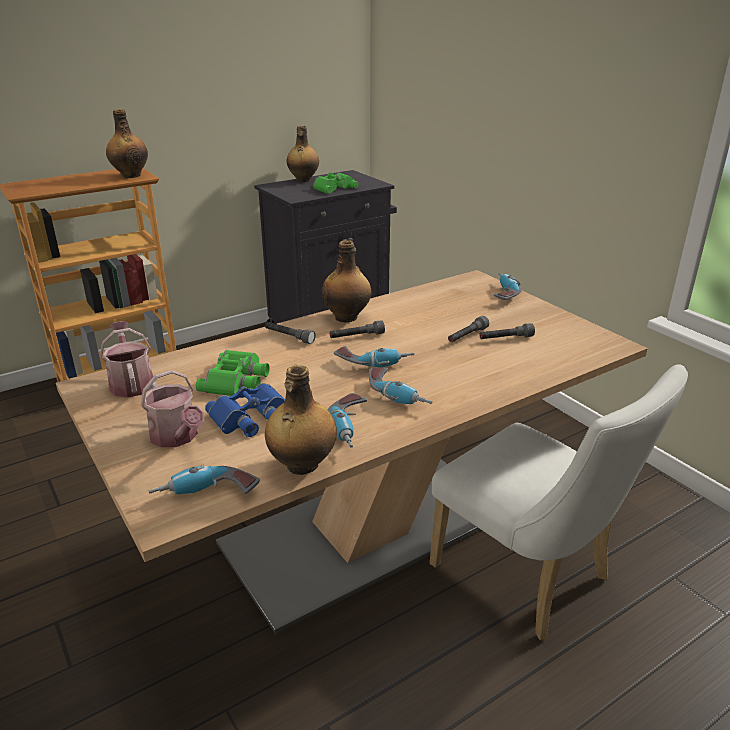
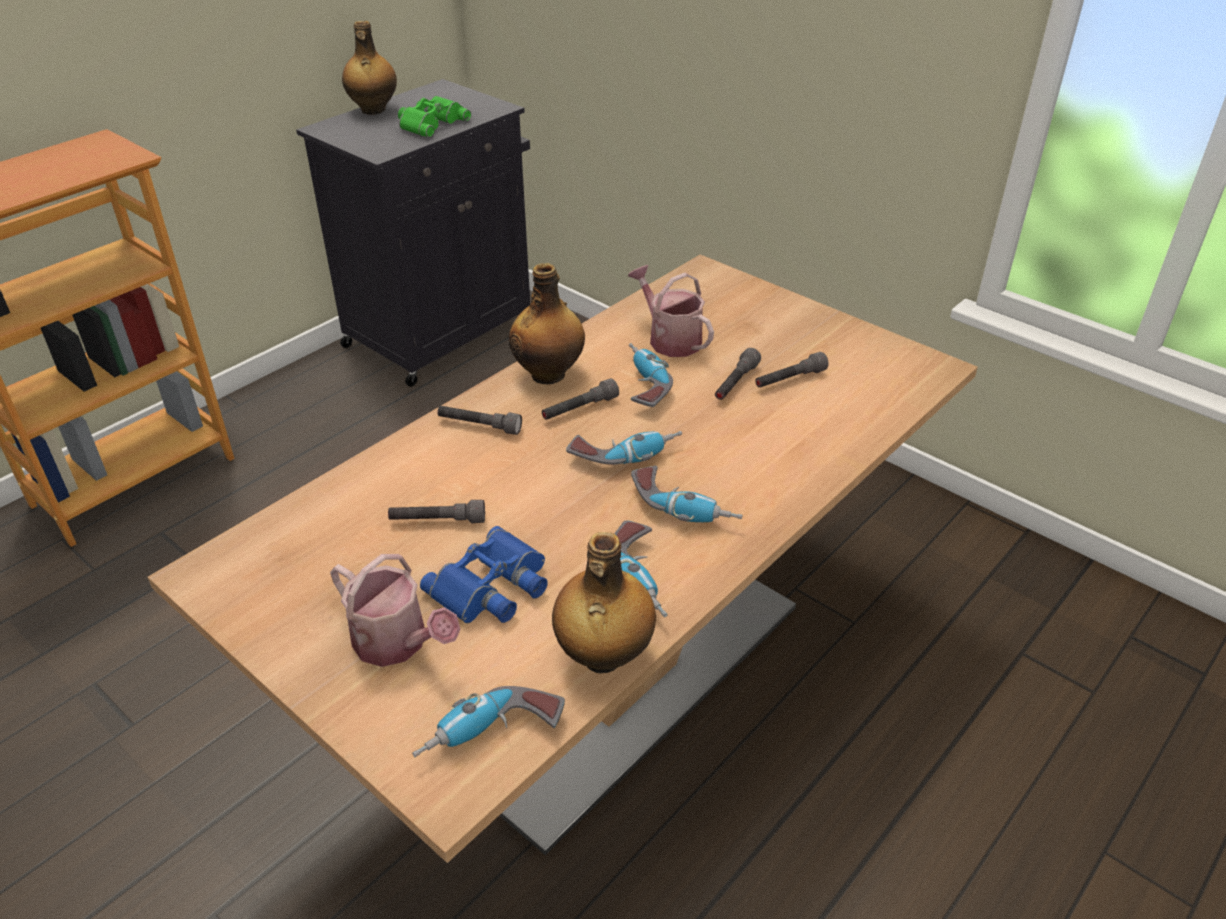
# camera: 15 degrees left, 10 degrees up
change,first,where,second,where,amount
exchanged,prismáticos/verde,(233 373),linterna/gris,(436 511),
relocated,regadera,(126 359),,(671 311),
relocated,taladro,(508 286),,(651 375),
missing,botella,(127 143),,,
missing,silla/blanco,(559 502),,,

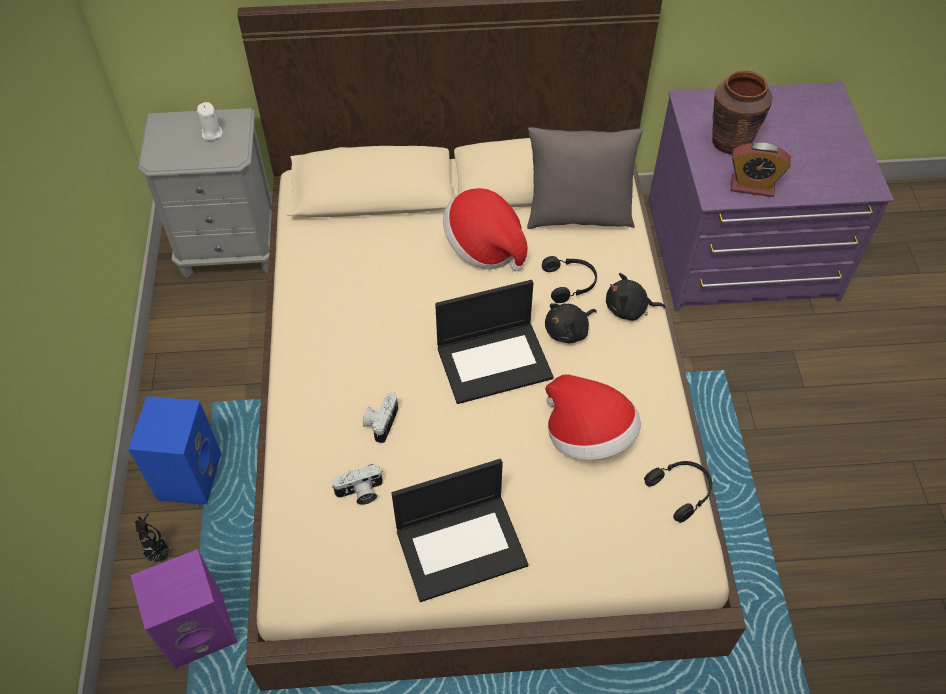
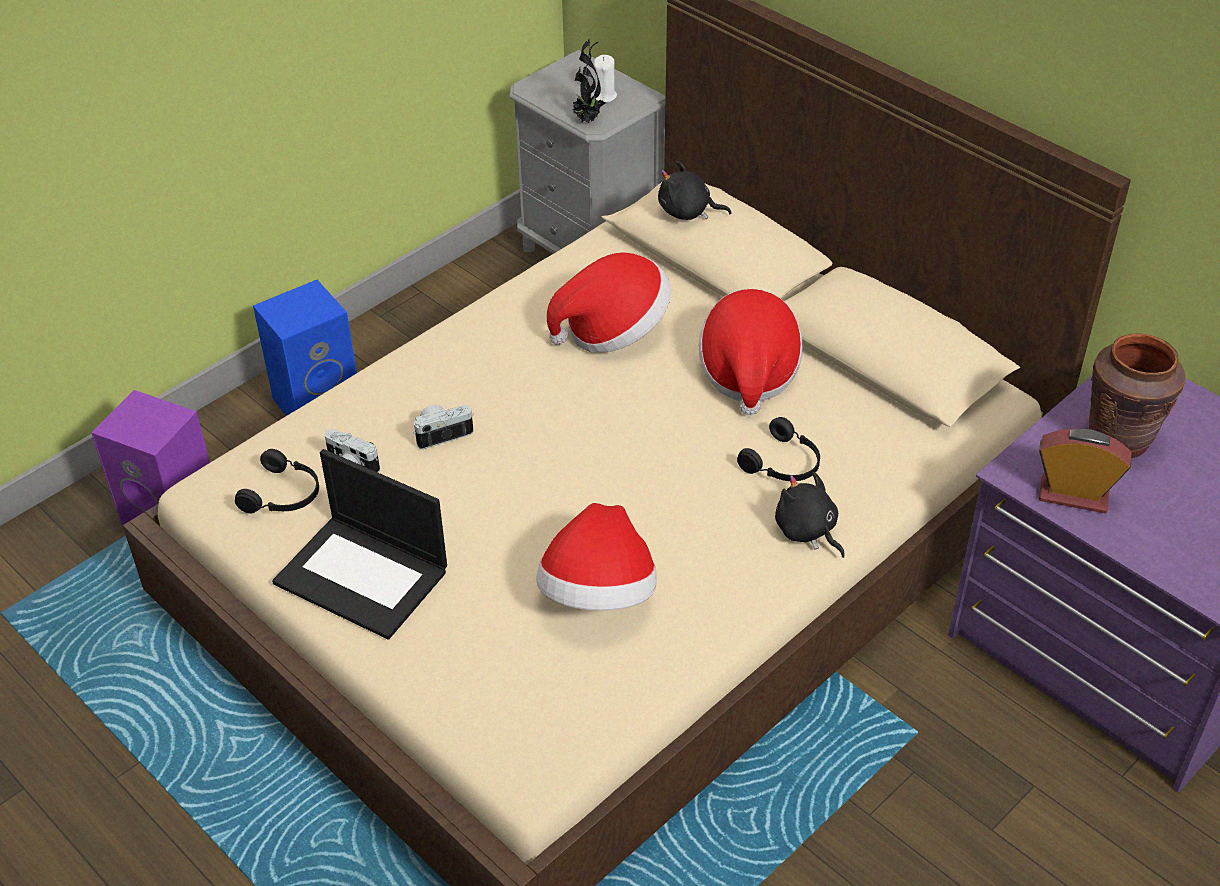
# camera: 50 degrees right, 10 degrees down
change,first,where,second,where,amount
relocated,auriculares/negro,(678 492),,(277 481),
appeared,,,sombrero,(609 302),
relocated,planta en maceta,(153 537),,(589 81),
relocated,peluche/negro,(571 323),,(694 190),
spun,despertador,(761 170),,(1085 471),135 degrees clockwise
missing,portátil,(494 342),,,
missing,cojín/gris,(585 178),,,

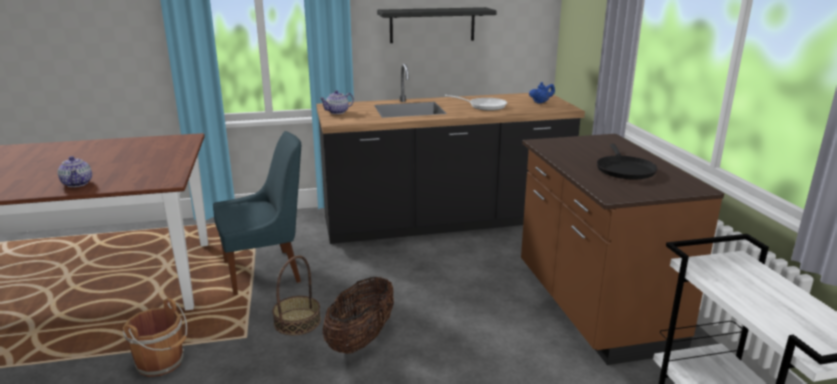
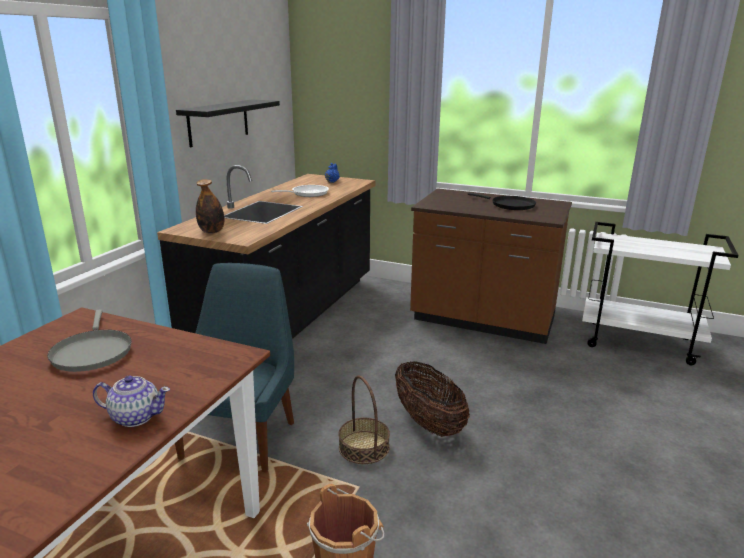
# camera: 55 degrees left, 0 degrees up
change,first,where,second,where,amount
appeared,,,sartén/gris,(89 340),
exchanged,tetera,(336 102),botella,(210 206),

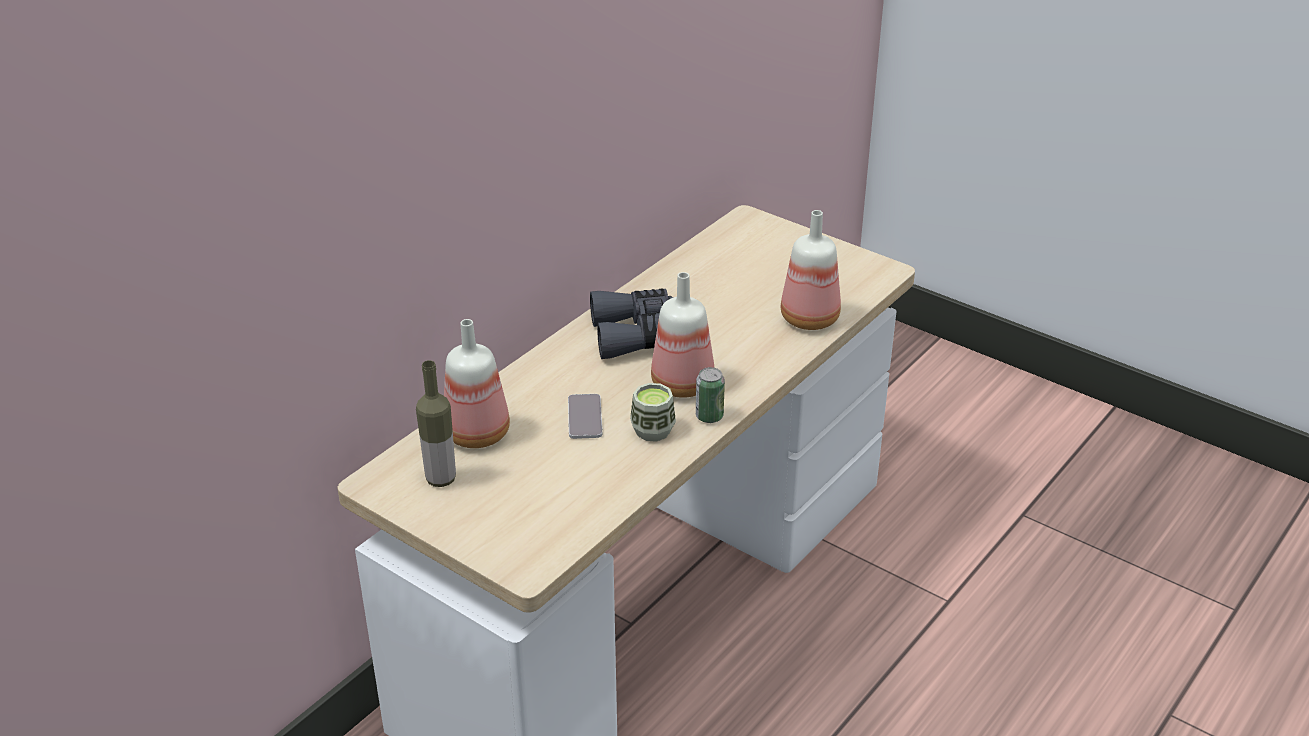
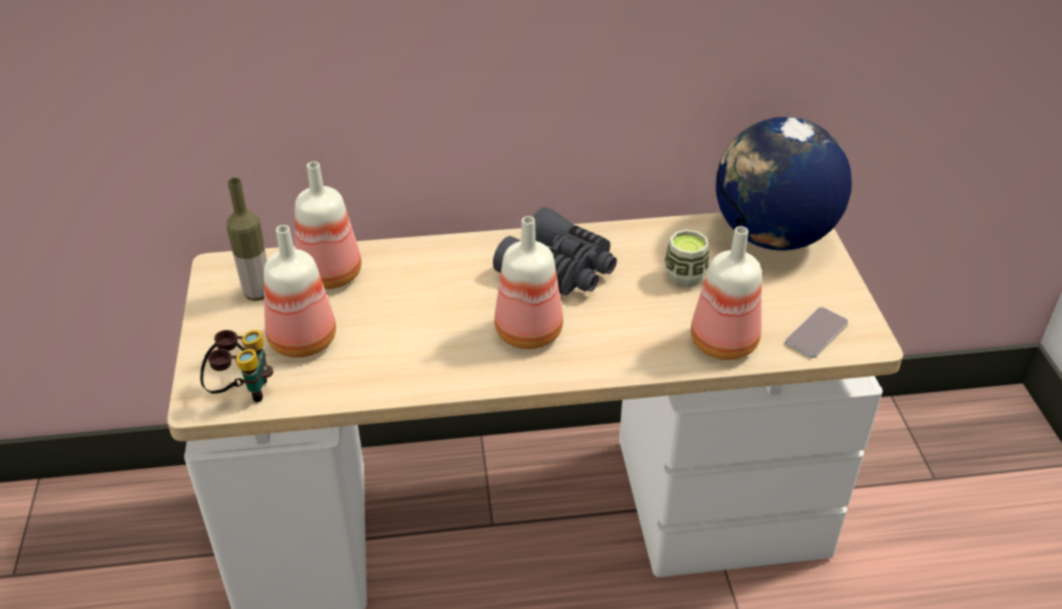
# camera: 45 degrees right, 5 degrees up
change,first,where,second,where,amount
appeared,,,prismáticos,(236 366),
appeared,,,botella,(300 291),
relocated,taza,(653 412),,(686 258),
appeared,,,globo terráqueo,(784 184),
relocated,móvil,(585 416),,(817 332),
missing,lata,(710 395),,,

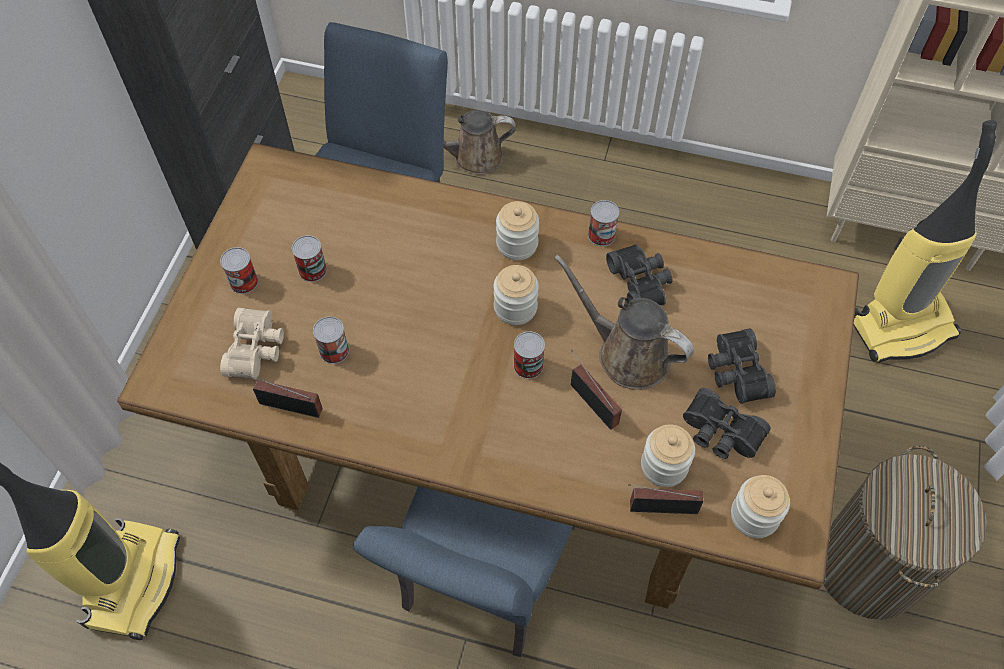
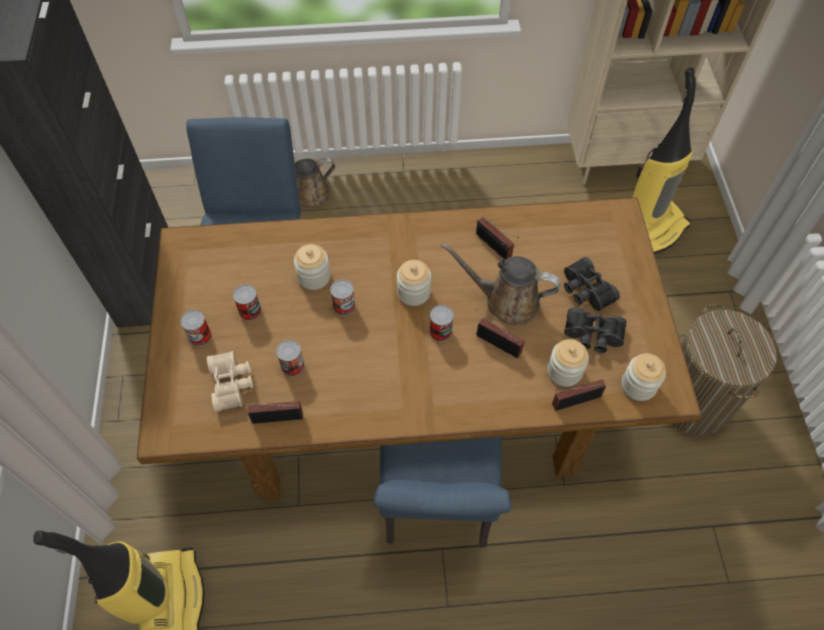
# camera: 20 degrees left, 0 degrees up
change,first,where,second,where,amount
relocated,tarro,(517 230),,(312 267),
relocated,lata,(603 223),,(343 297),
exchanged,prismáticos/negro,(639 274),radio,(497 238),

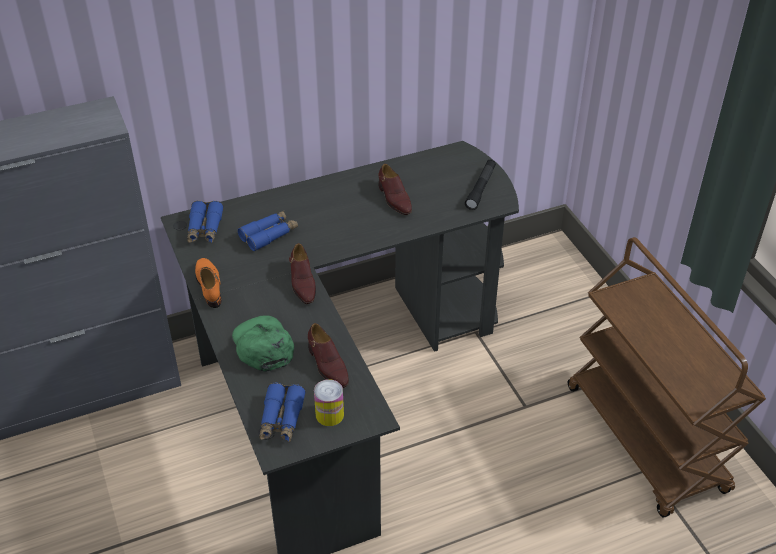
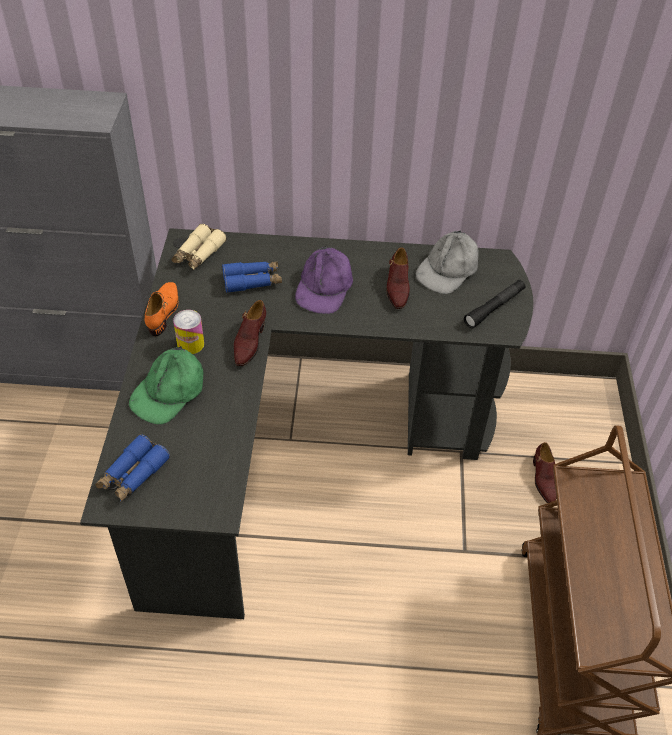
# camera: 25 degrees right, 5 degrees up
change,first,where,second,where,amount
spun,gorra/verde,(263 344),,(166 385),150 degrees counterclockwise
colour,prismáticos/azul,(205 222),prismáticos/beis,(199 247),
relocated,lata,(329 402),,(188 332),
appeared,,,gorra/morado,(324 280),
appeared,,,gorra/gris,(447 262),
relocated,zapato/marrón,(328 355),,(544 472),

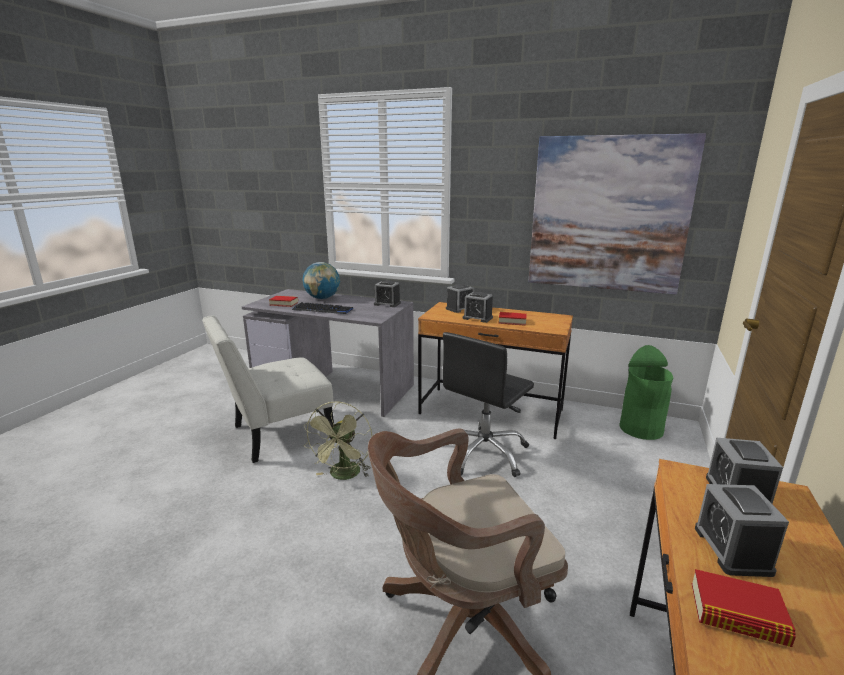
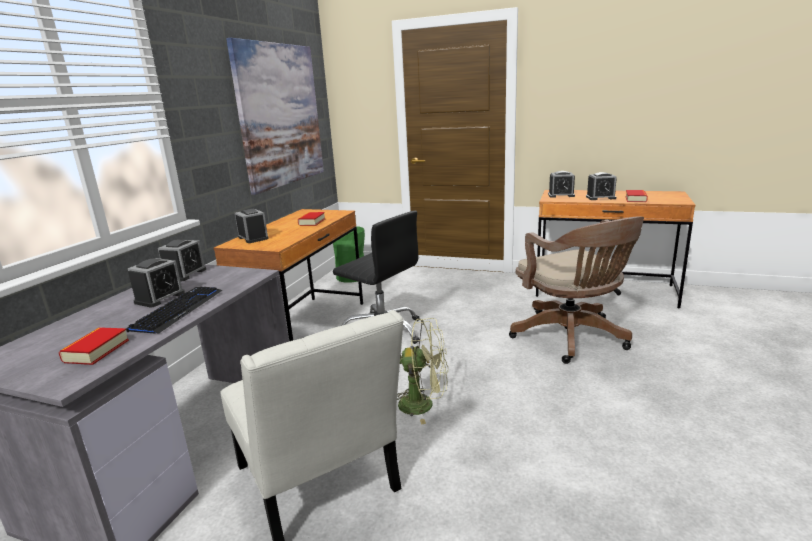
# camera: 90 degrees left, 0 degrees up
change,first,where,second,where,amount
relocated,despertador,(478 307),,(156 283),
missing,globo terráqueo,(321 280),,,

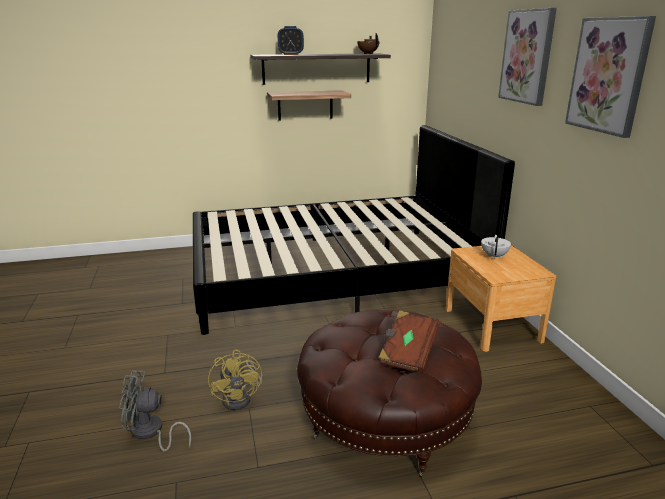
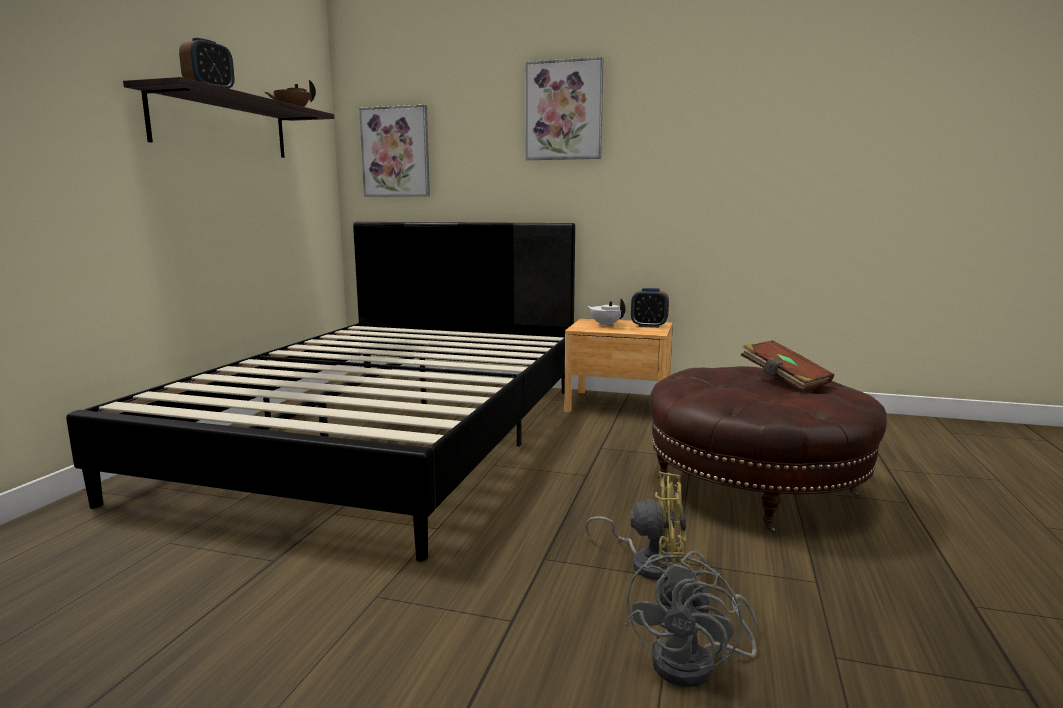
# camera: 60 degrees left, 10 degrees down
change,first,where,second,where,amount
relocated,cuadro,(610 77),,(394 151),
appeared,,,despertador,(650 308),
missing,estante,(309 105),,,

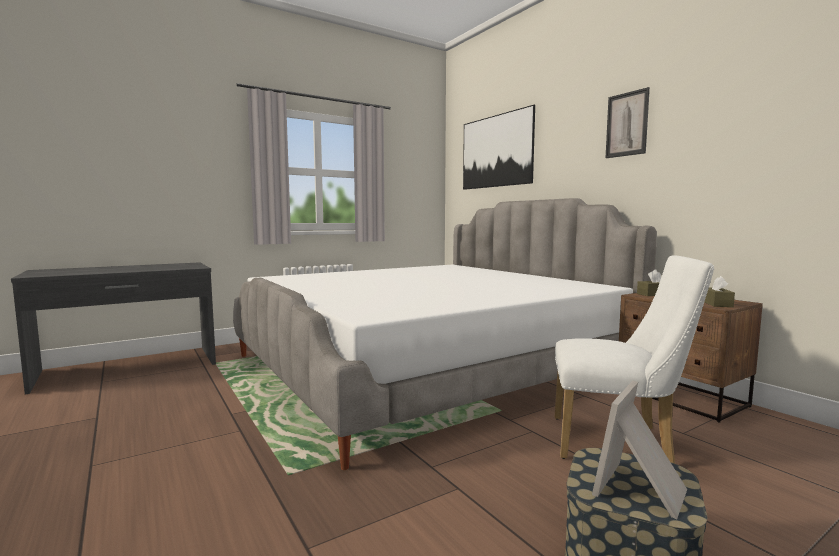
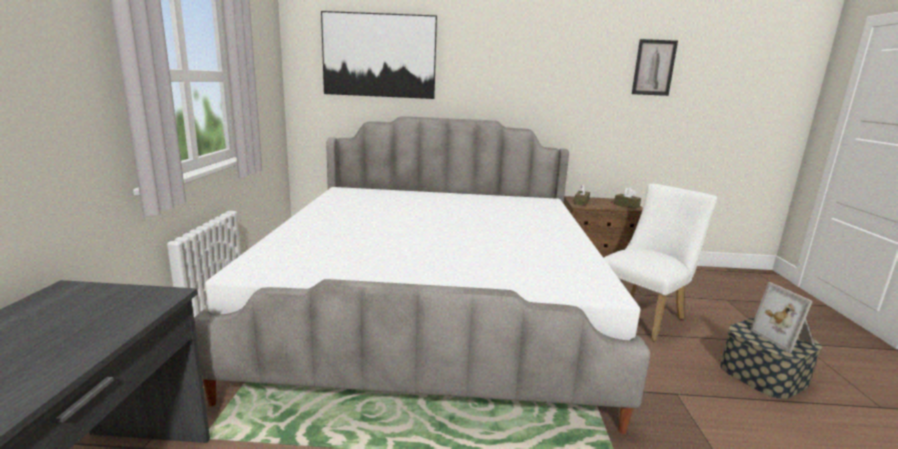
# camera: 55 degrees left, 10 degrees up
change,first,where,second,where,amount
relocated,cuadro,(628 122),,(655 67),

